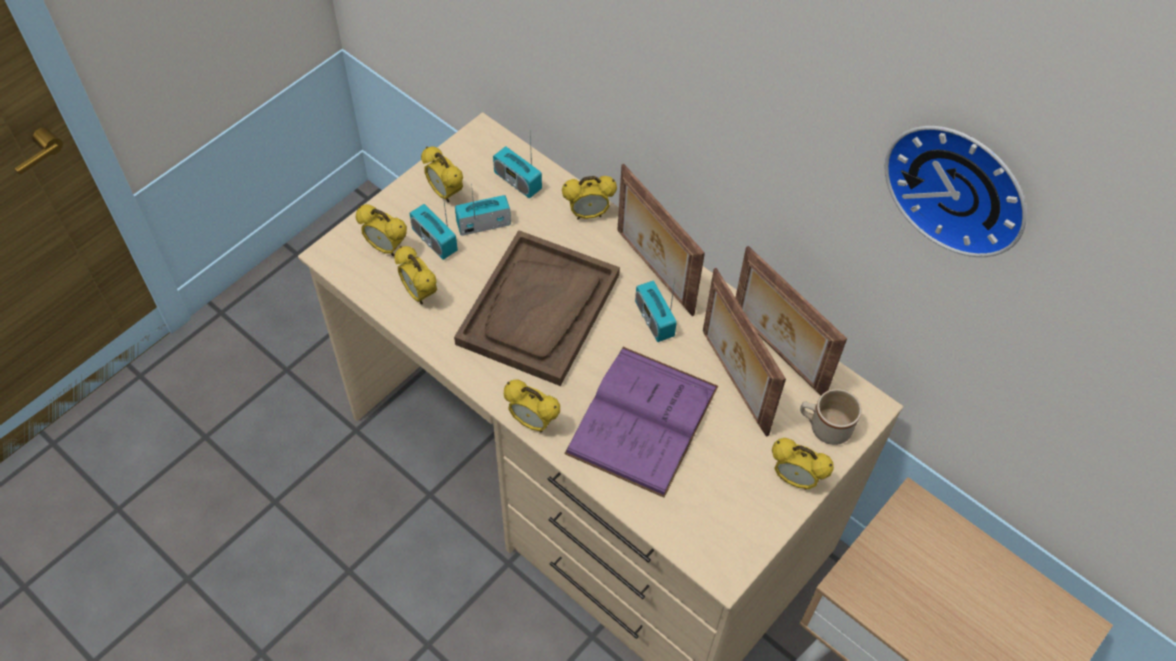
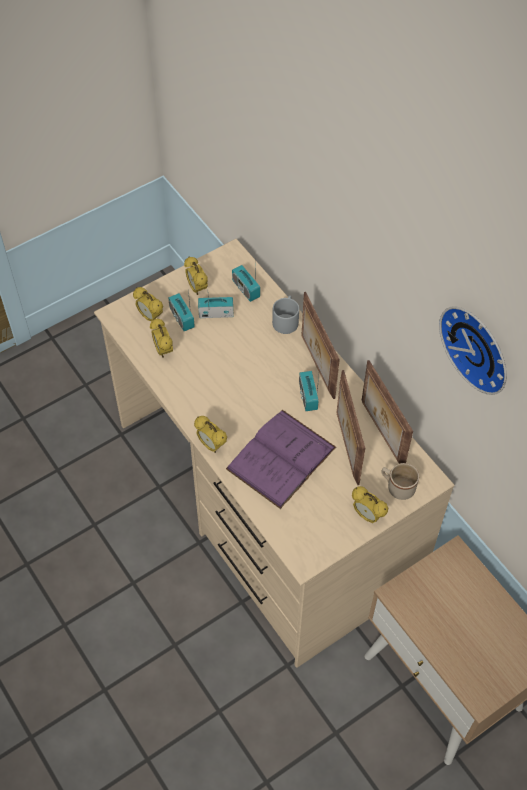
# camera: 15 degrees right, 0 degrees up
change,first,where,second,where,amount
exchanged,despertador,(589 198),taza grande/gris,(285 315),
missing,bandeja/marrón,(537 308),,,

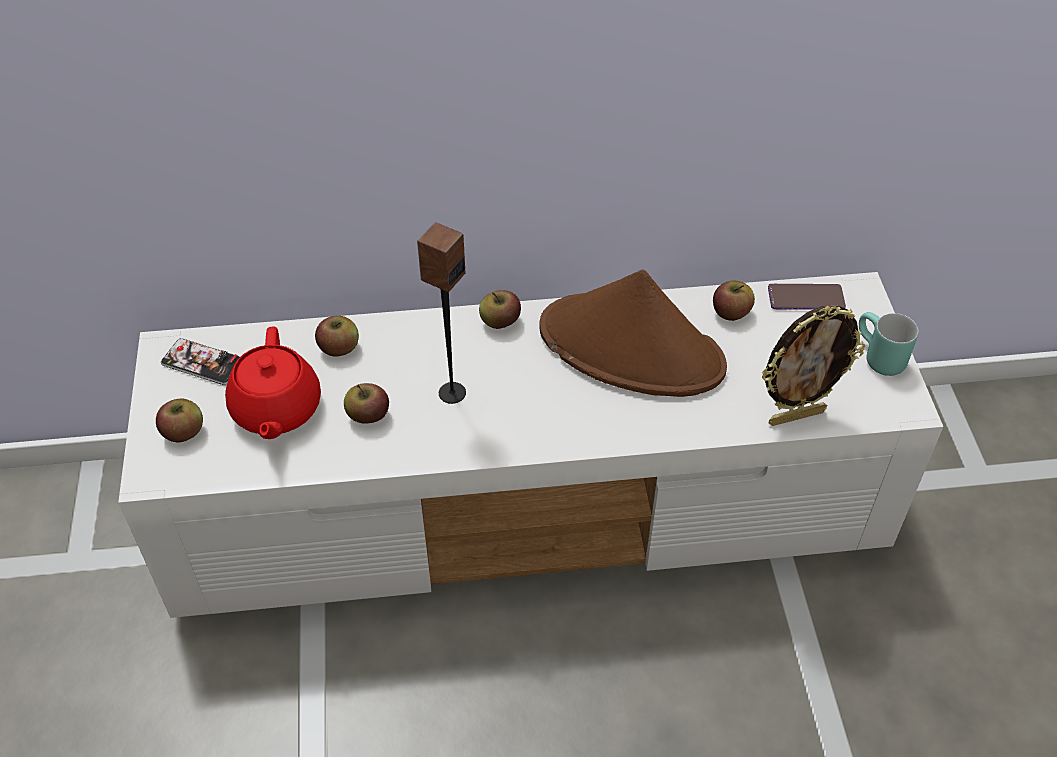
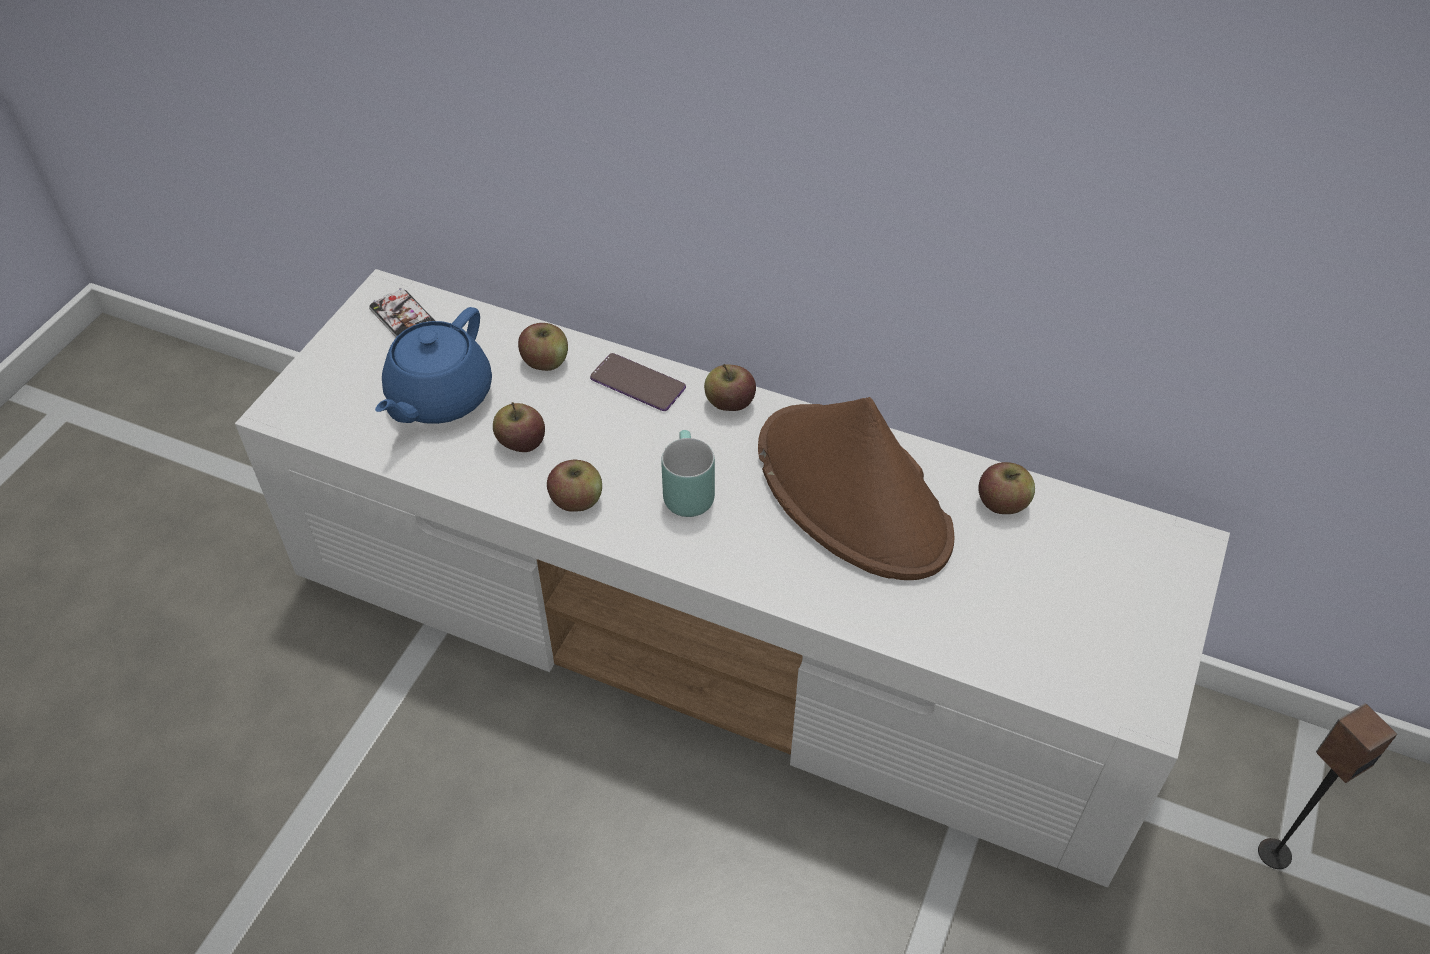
# camera: 30 degrees right, 0 degrees up
change,first,where,second,where,amount
colour,tetera/rojo,(273 382),tetera/azul,(433 365),
relocated,manzana,(179 420),,(574 486),
relocated,móvil,(807 297),,(638 382),
relocated,taza grande/turquesa,(888 344),,(688 473),
relocated,altavoz,(441 313),,(1327 786),
missing,portarretratos,(813 365),,,

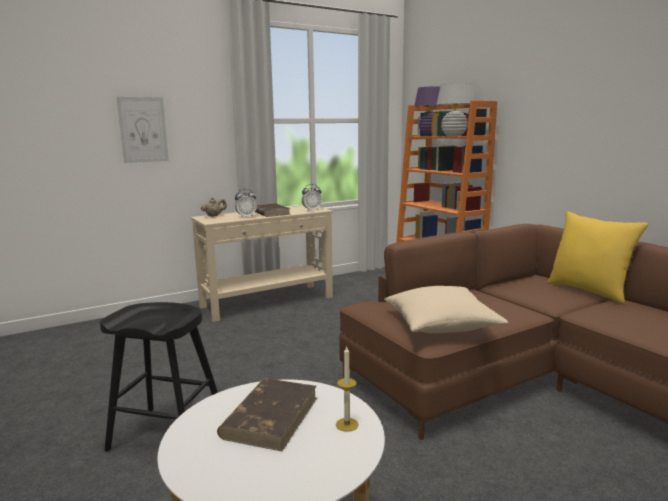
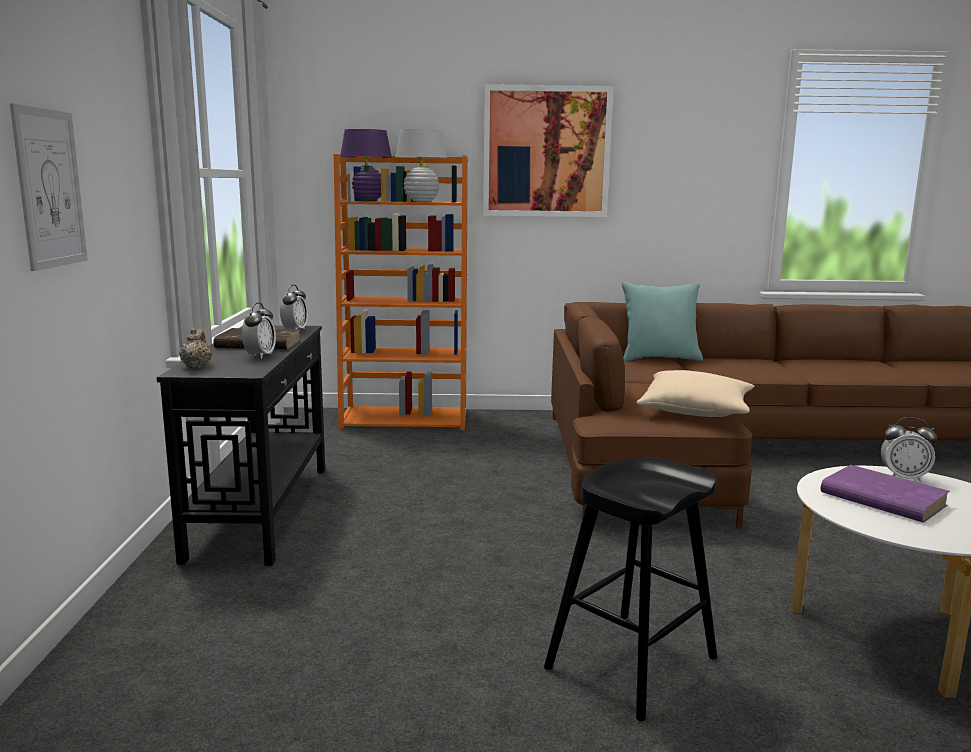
# camera: 60 degrees left, 0 degrees up
change,first,where,second,where,amount
colour,mesa consola/beis,(262 264),mesa consola/negro,(241 445),
appeared,,,cuadro,(548 150),
colour,cojín/amarillo,(597 257),cojín/turquesa,(662 321),
colour,libro/marrón,(267 414),libro/morado,(885 494),
exchanged,vela,(347 389),despertador,(909 449),

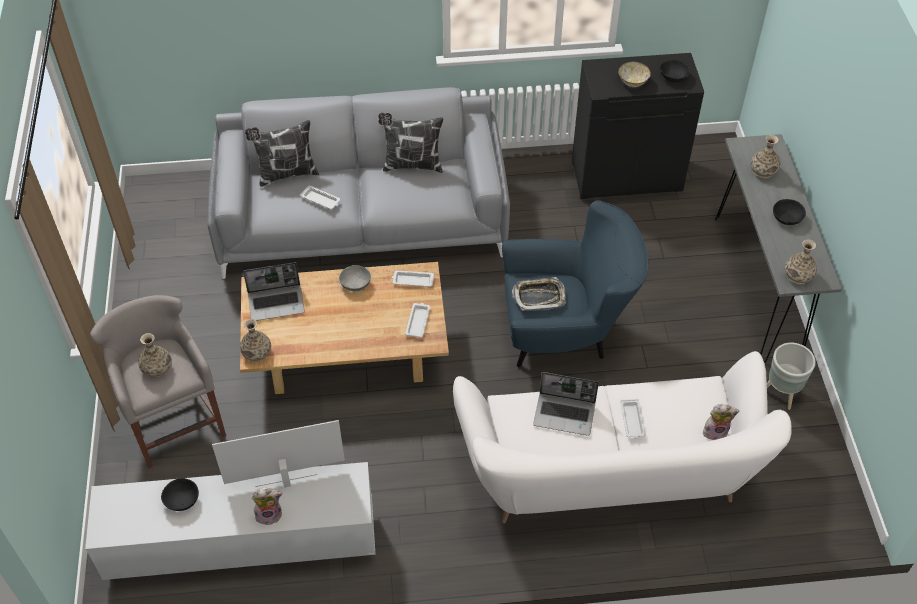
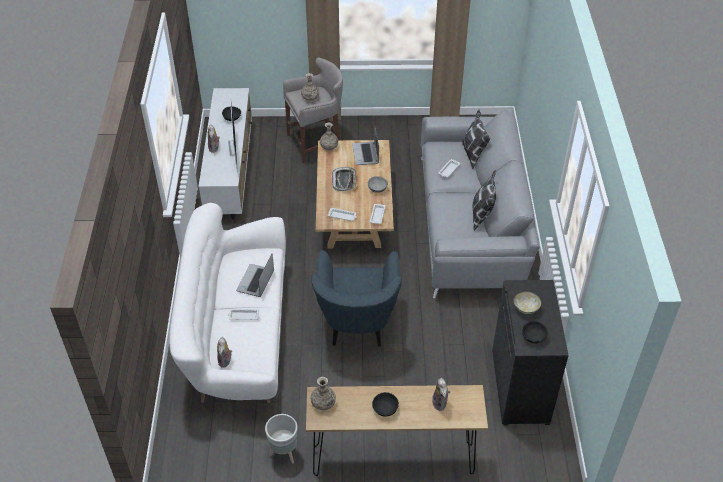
# camera: 95 degrees right, 5 degrees down
change,first,where,second,where,amount
colour,mesa consola/gris,(778 248),mesa consola/marrón,(397 430),
relocated,bandeja,(539 294),,(344 179),
exchanged,florero,(765 157),peluche,(441 394),

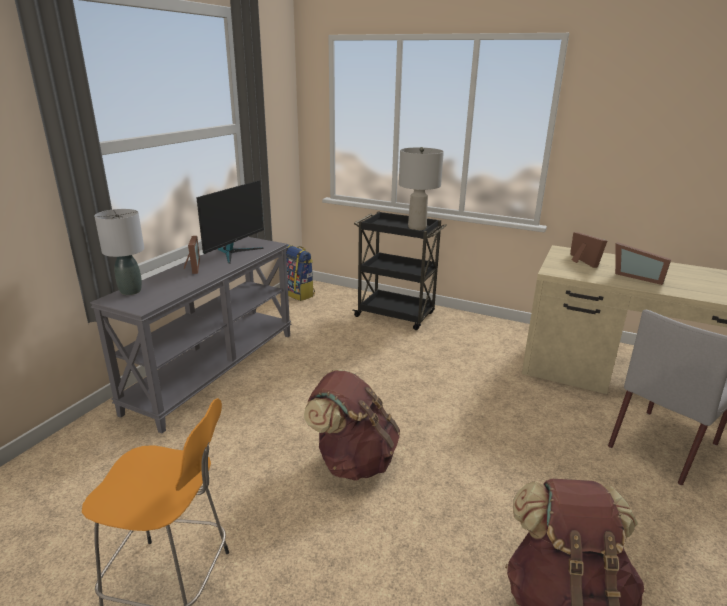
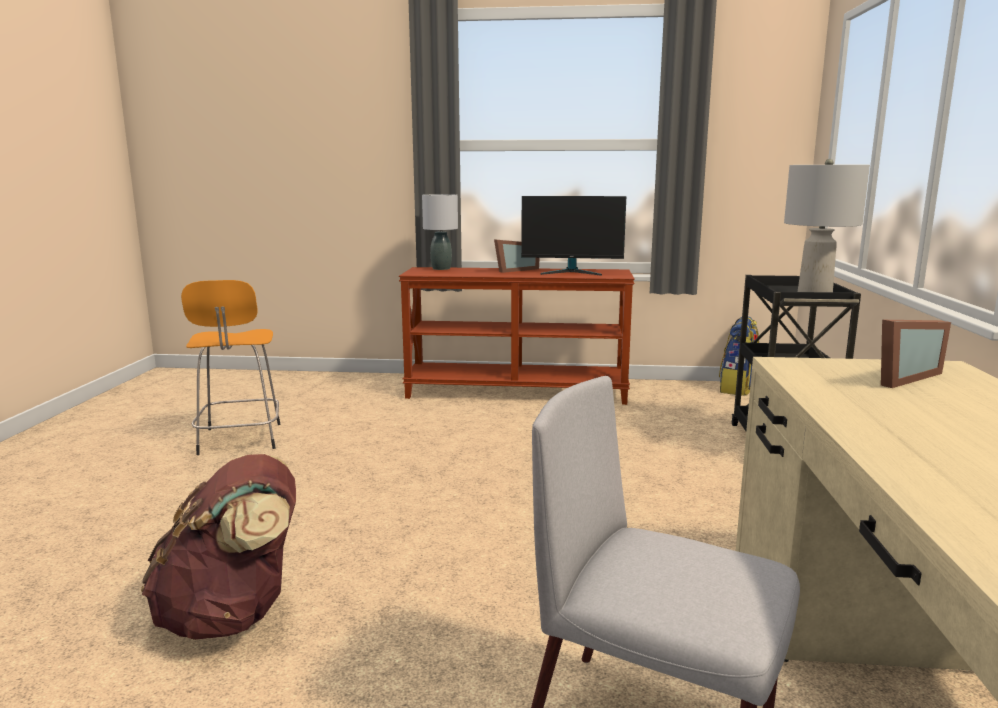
# camera: 70 degrees right, 10 degrees down
change,first,where,second,where,amount
colour,mesa consola/gris,(190 335),mesa consola/marrón,(517 336),
missing,mochila/marrón,(352 425),,,
missing,portarretratos,(643 263),,,

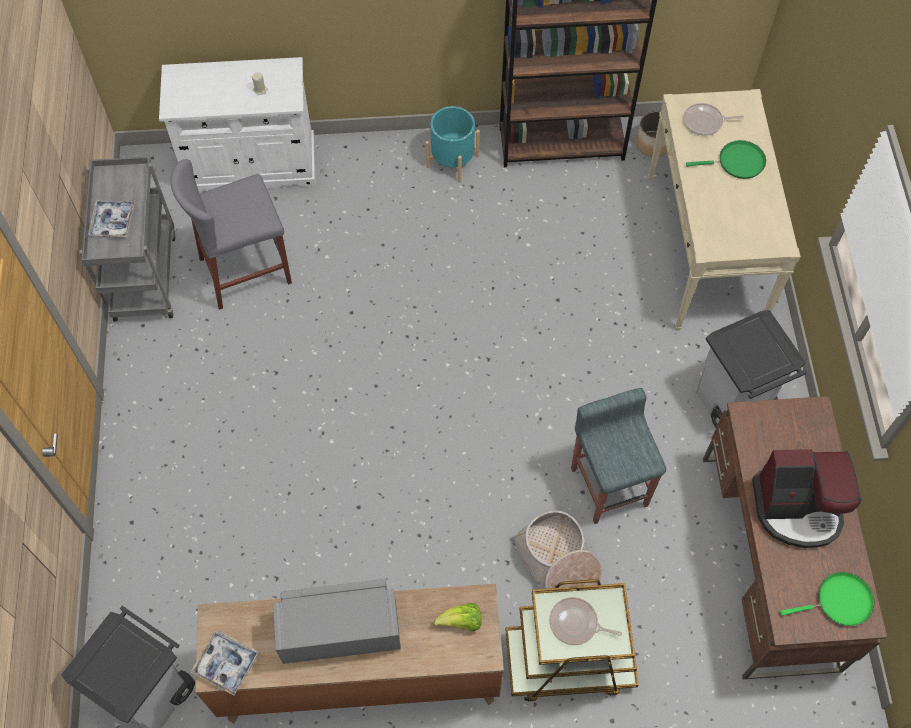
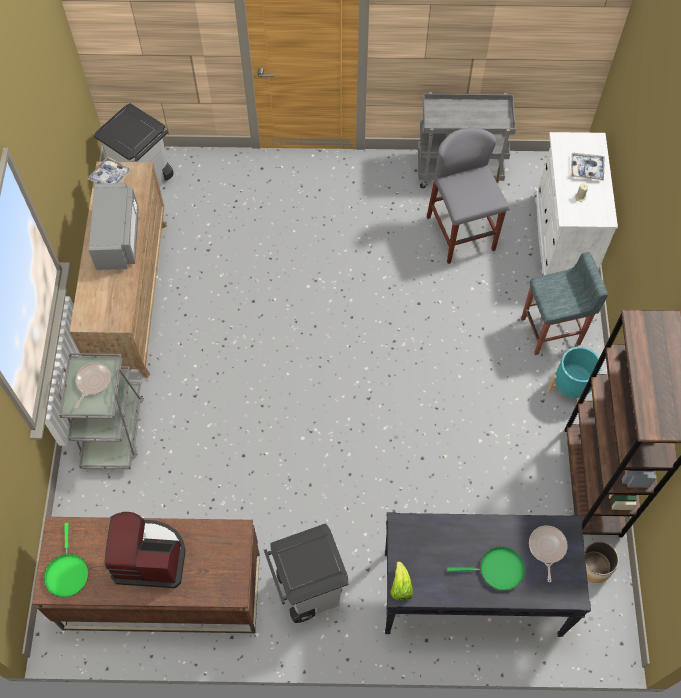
# camera: 95 degrees right, 0 degrees up
change,first,where,second,where,amount
colour,carrito/marrón,(572 640),carrito/gris,(101 411),
spun,cafetera,(806 498),,(145 550),90 degrees clockwise
colour,mesa consola/beis,(724 209),mesa consola/negro,(488 574),
relocated,lechuga,(458 617),,(401 581),
spun,sartén/verde,(726 159),,(486 568),90 degrees counterclockwise
relocated,taburete/gris,(618 456),,(564 303),
relocated,bandeja,(111 218),,(587 167),
missing,cesta,(555 549),,,

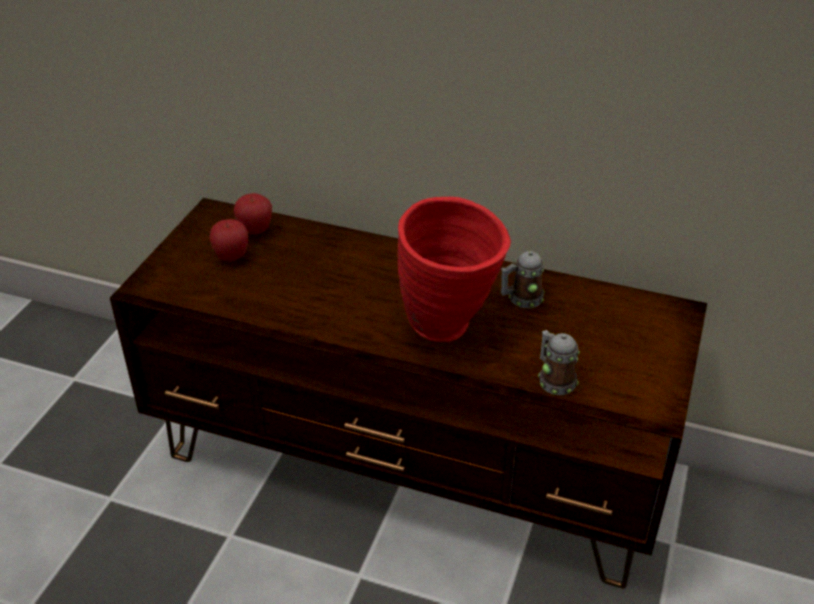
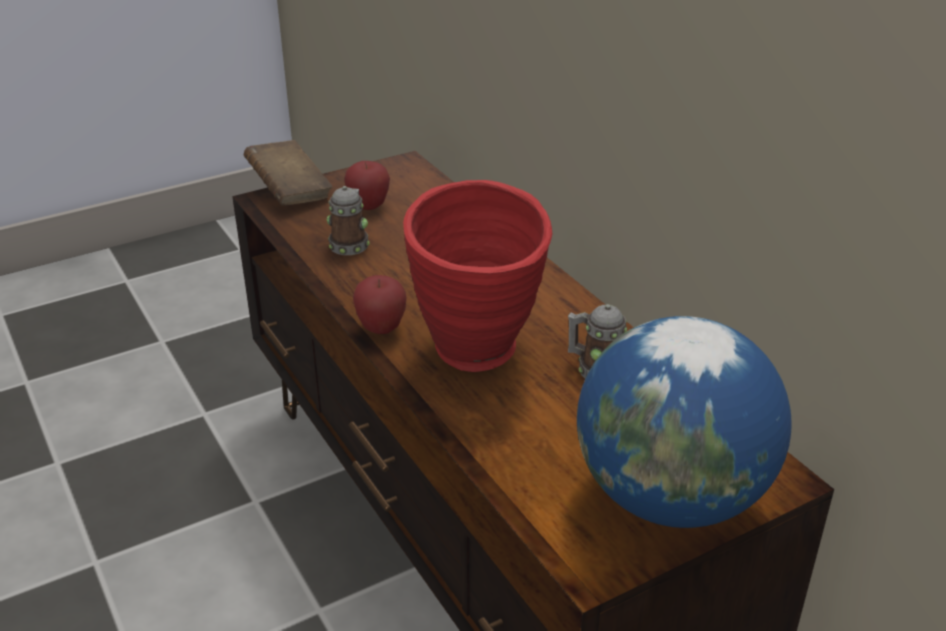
# camera: 40 degrees right, 5 degrees down
change,first,where,second,where,amount
appeared,,,libro/marrón,(288 173),
relocated,taza grande,(559 362),,(348 220),
relocated,manzana,(253 214),,(380 304),
appeared,,,globo terráqueo,(684 422),

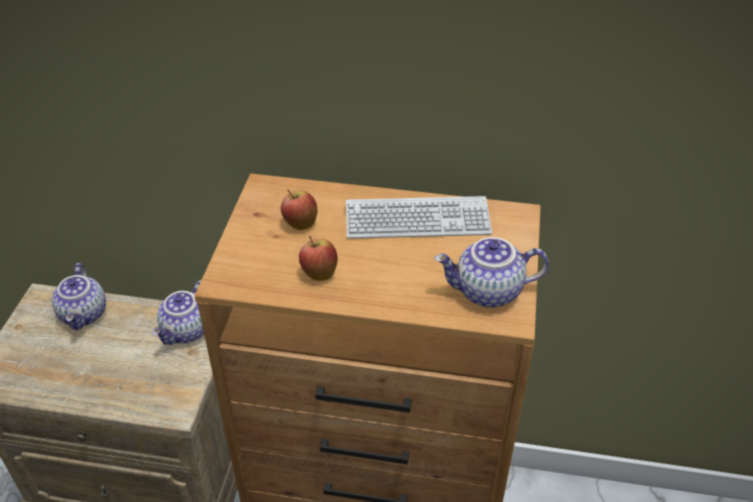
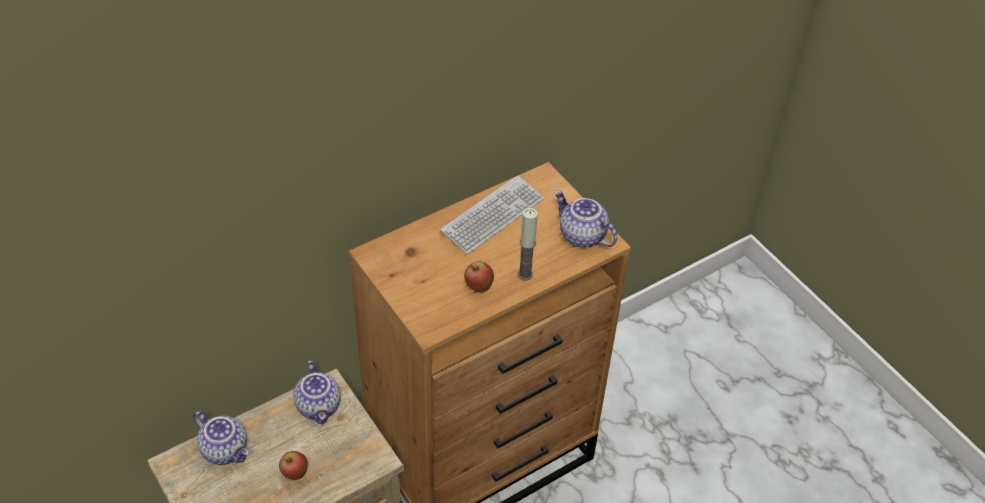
# camera: 45 degrees left, 5 degrees up
change,first,where,second,where,amount
relocated,manzana,(299 209),,(293 465),
appeared,,,vela,(528 244),
spun,tetera,(491 272),,(585 219),90 degrees clockwise

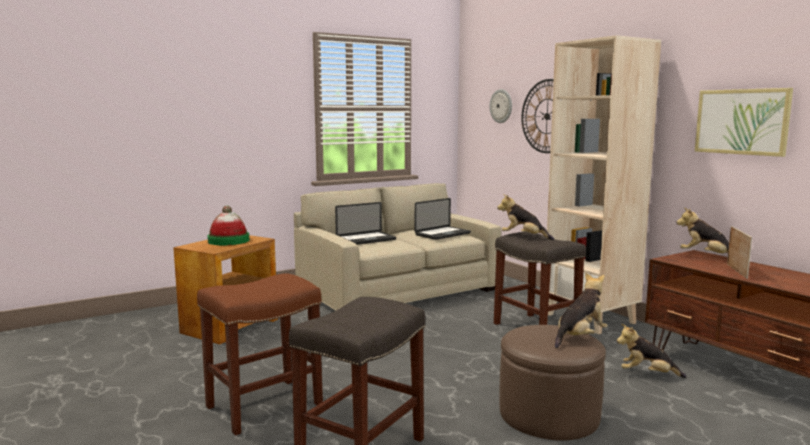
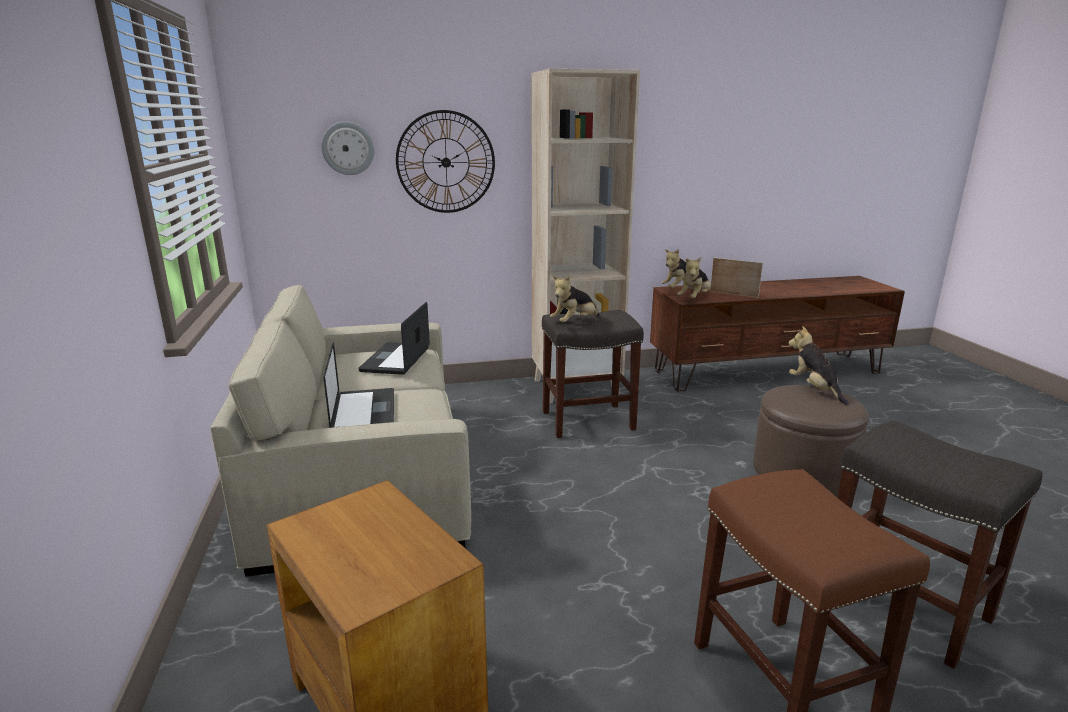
# camera: 70 degrees left, 10 degrees up
change,first,where,second,where,amount
spun,portátil,(443 219),,(394 338),150 degrees counterclockwise
relocated,peluche,(651 350),,(694 277),
missing,sombrero,(228 225),,,
missing,cuadro,(744 122),,,

